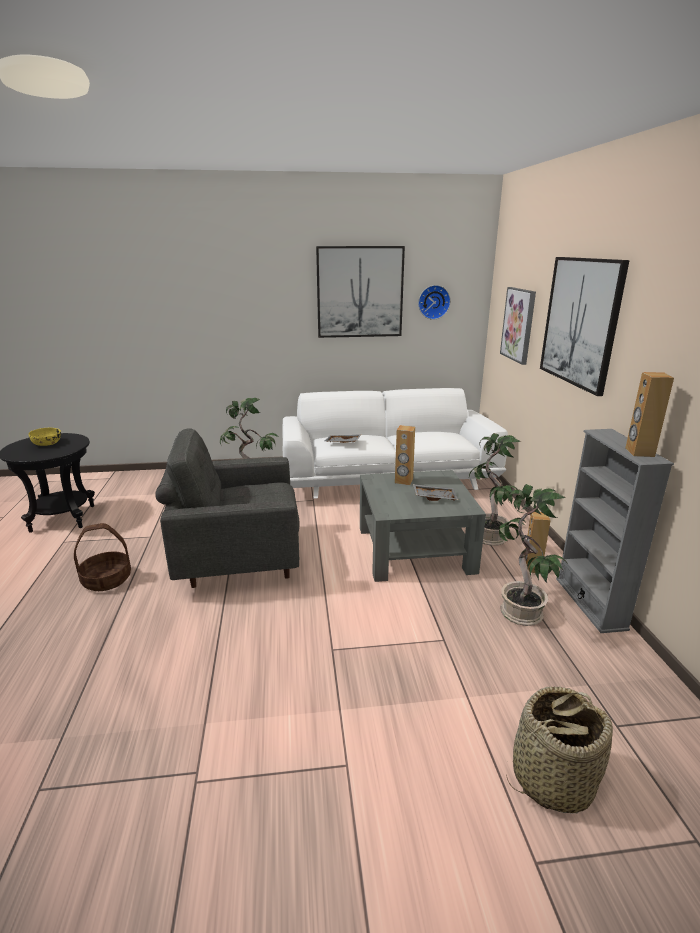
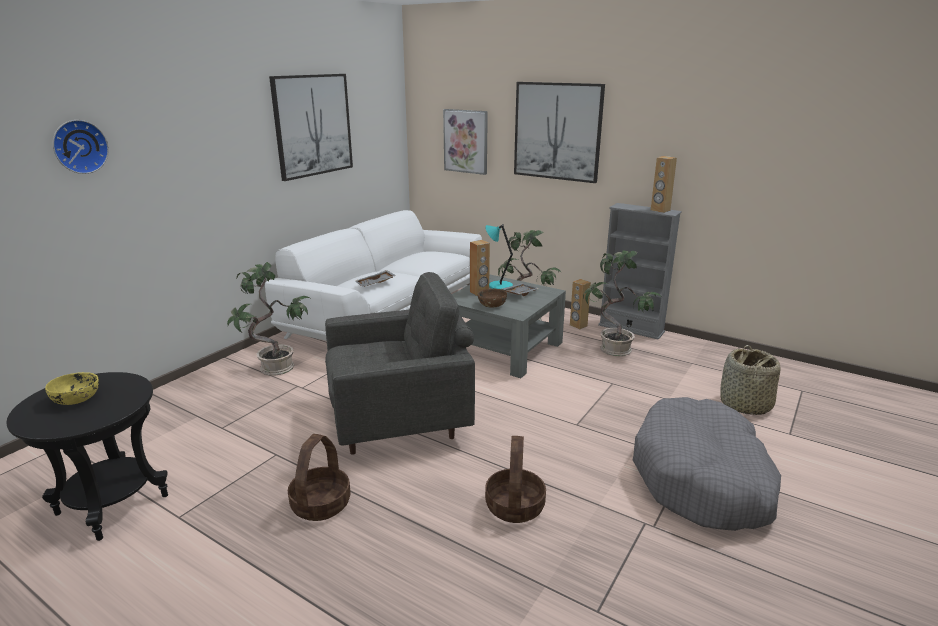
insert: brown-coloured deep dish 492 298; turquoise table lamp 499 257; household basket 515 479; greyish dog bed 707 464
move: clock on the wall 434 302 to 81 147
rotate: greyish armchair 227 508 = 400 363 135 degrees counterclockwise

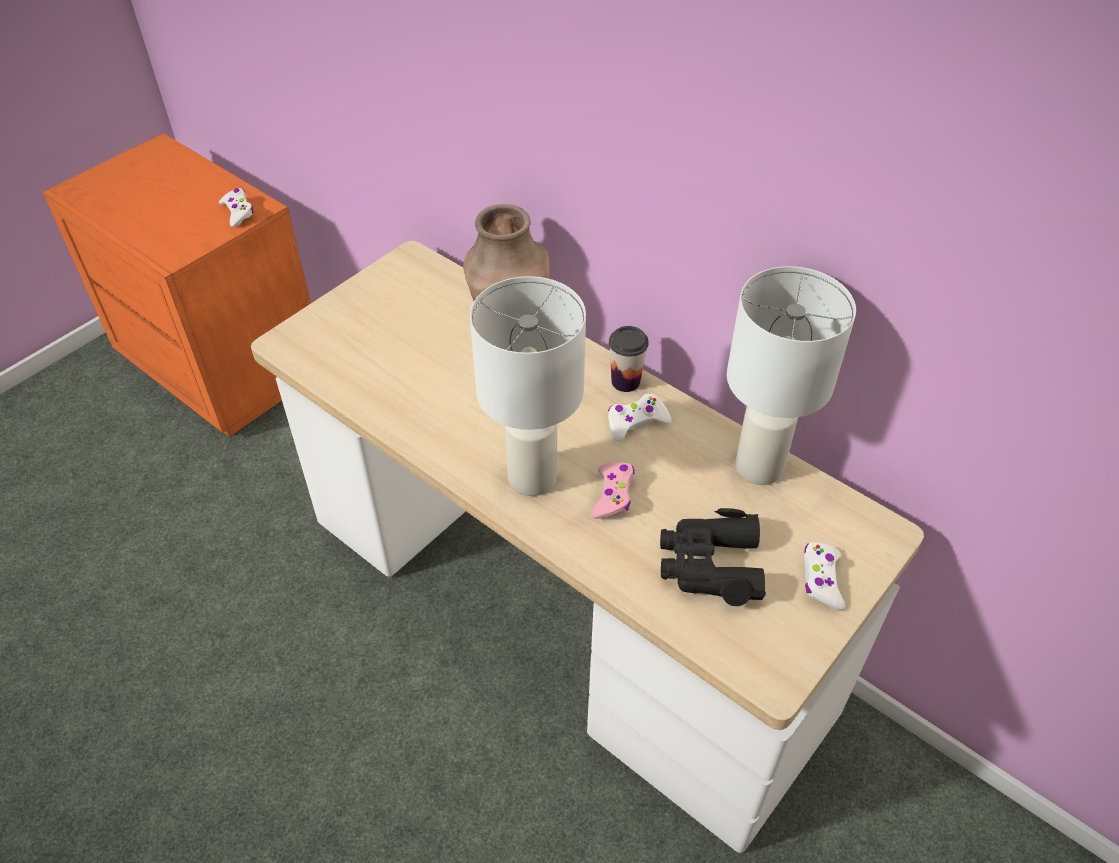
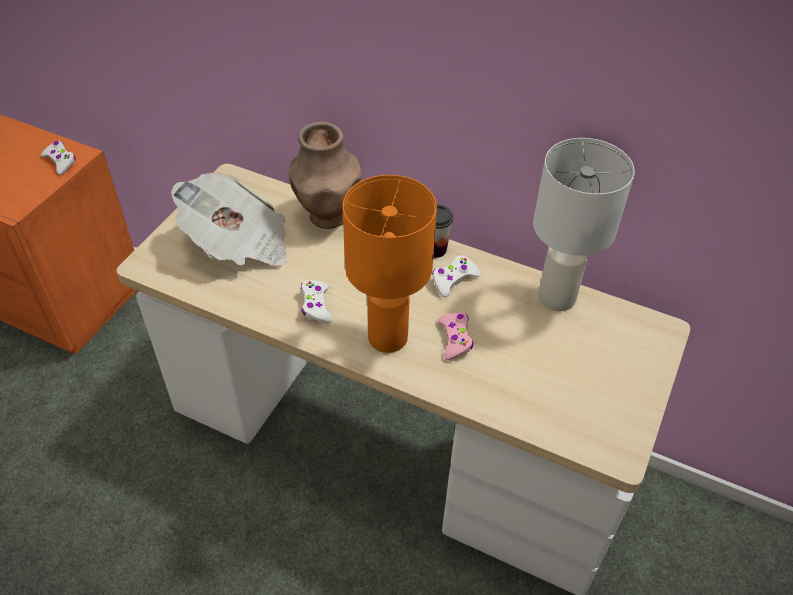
delete: blackish pair of binoculars 713 557
insert: printed paper 229 219
move: white-coloured joypad 824 576 to 316 301
recolor: white-coloured table lamp 528 386 to orangey table lamp 390 264

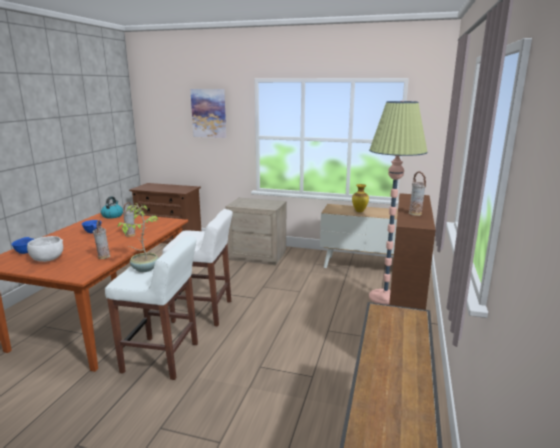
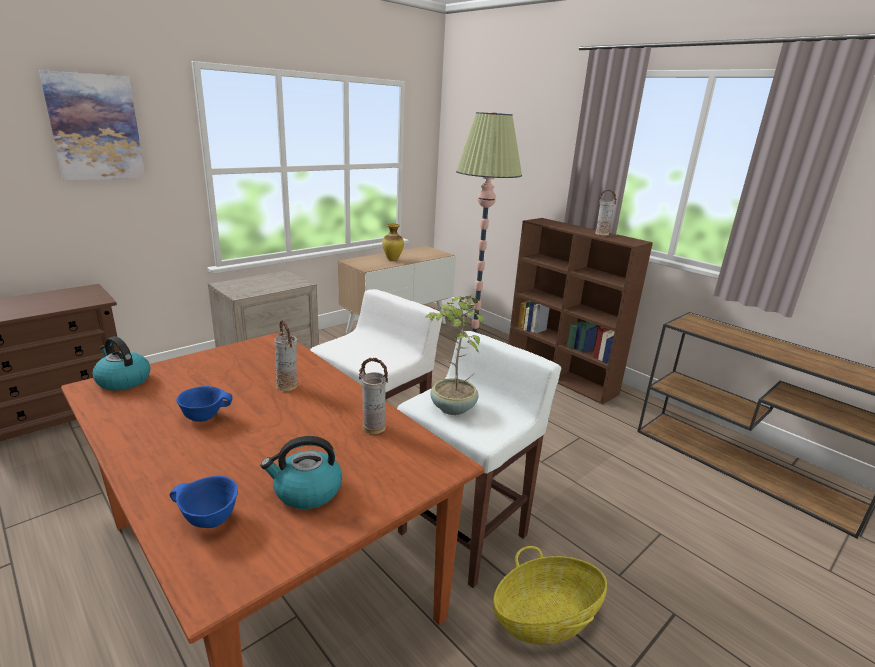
insert: household basket 550 595
replace: white-coloured deep dish 45 249 to tea kettle 301 472

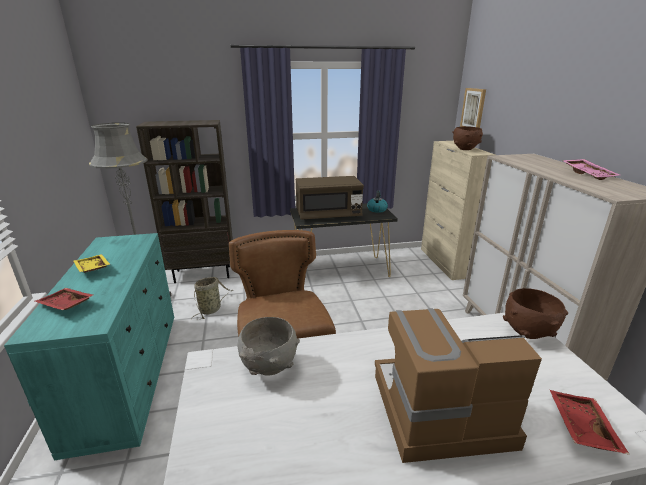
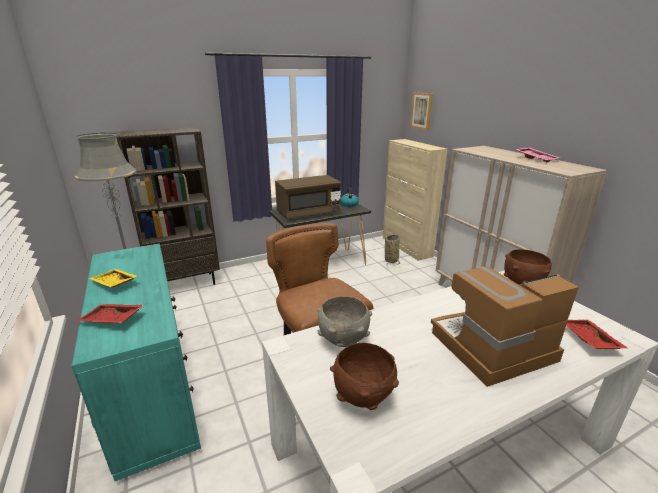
move: brown-coloured deep dish 467 138 to 364 376; household basket 212 298 to 392 250

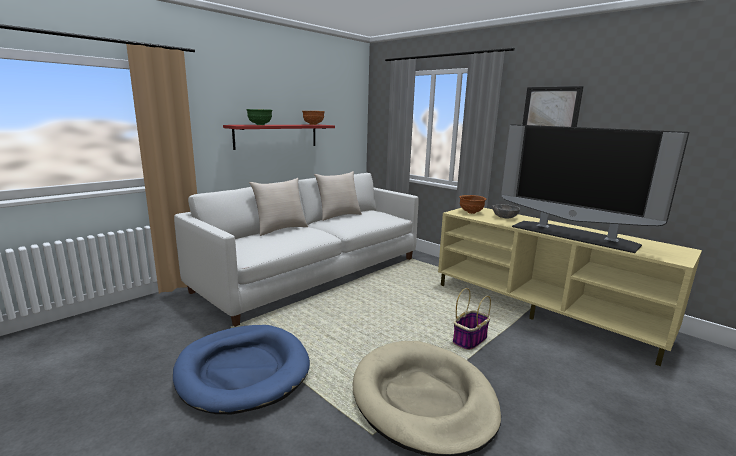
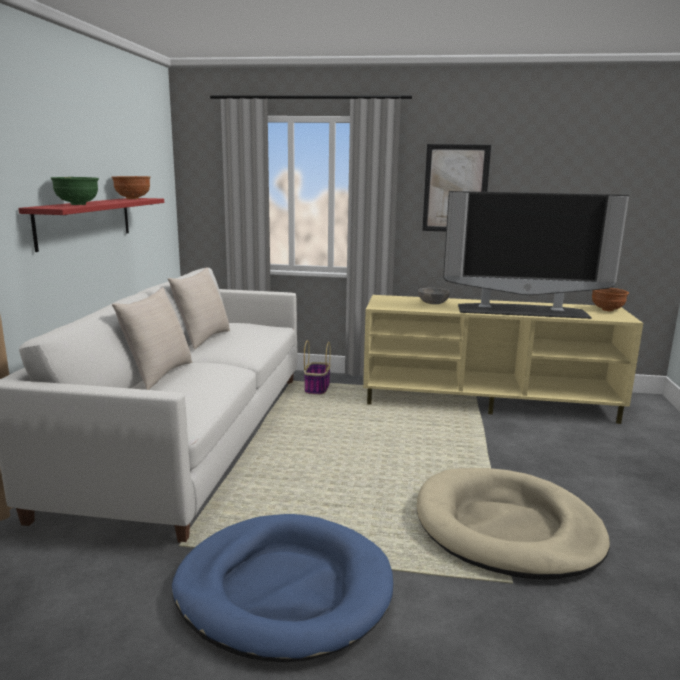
move: household basket 472 319 to 317 367; brown-coloured deep dish 472 204 to 610 299

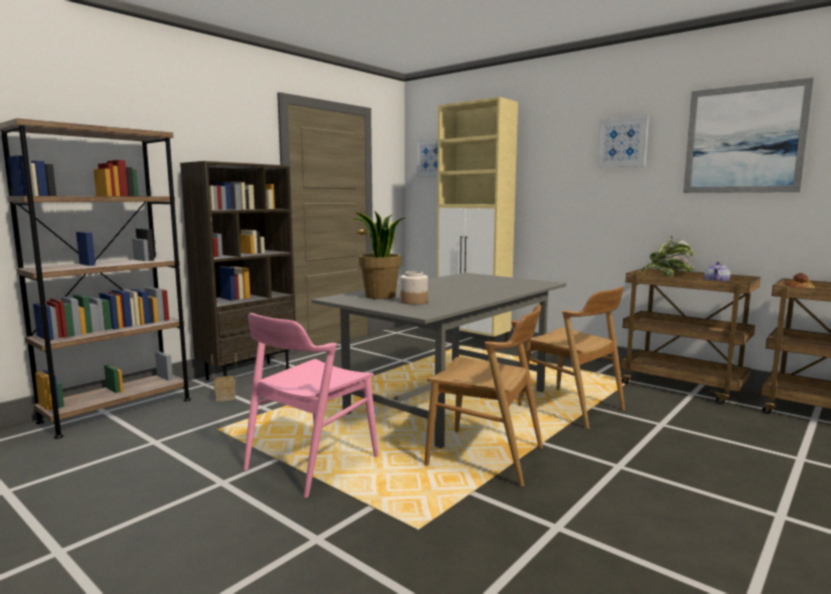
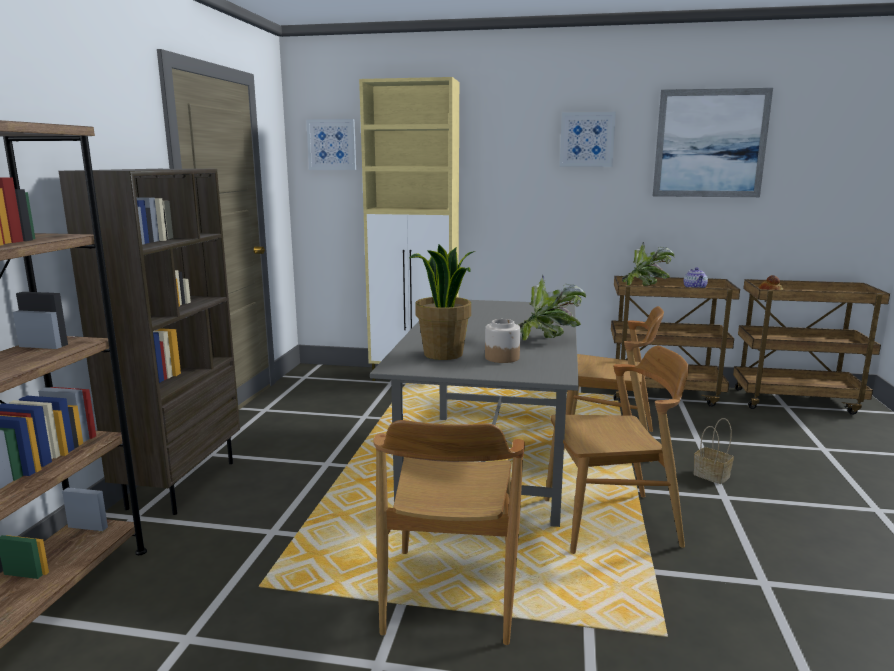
insert: plant in a pot 552 308
move: household basket 223 377 to 714 451
recolor: pink chair 311 405 to brown-coloured chair 449 532

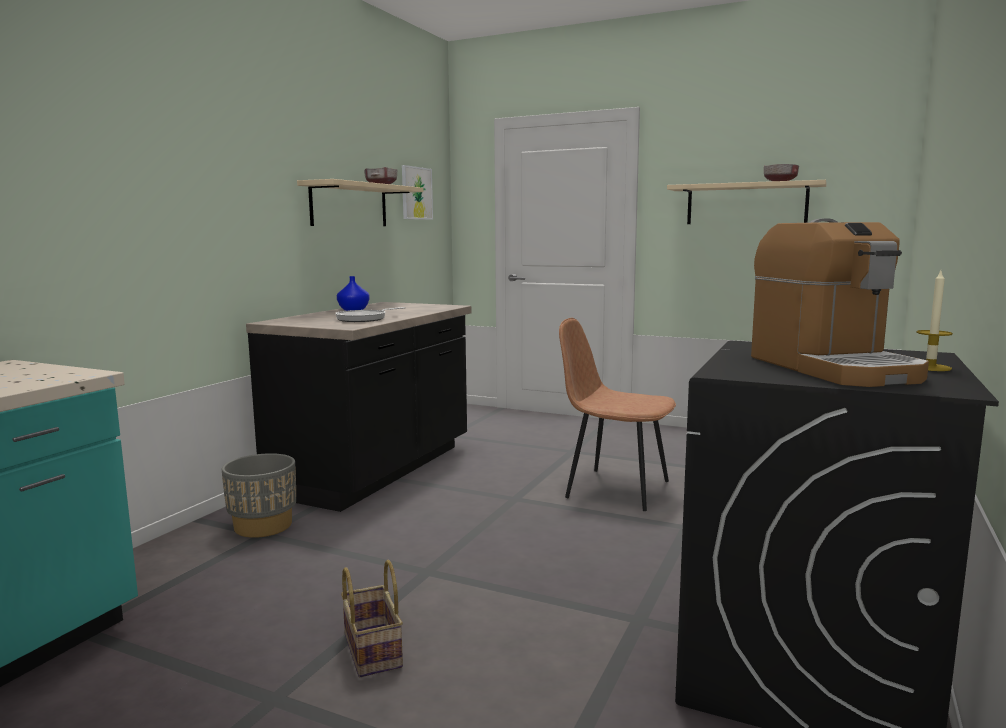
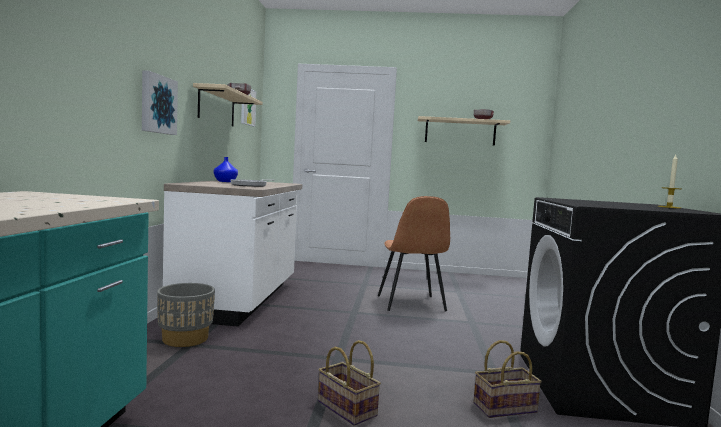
delete: coffee brewer 840 302
insert: picture 160 102; household basket 508 379
recolor: blackish counter 359 407 to white-coloured counter 232 253
rotate: brown-coloured chair 617 414 = 414 254 105 degrees counterclockwise

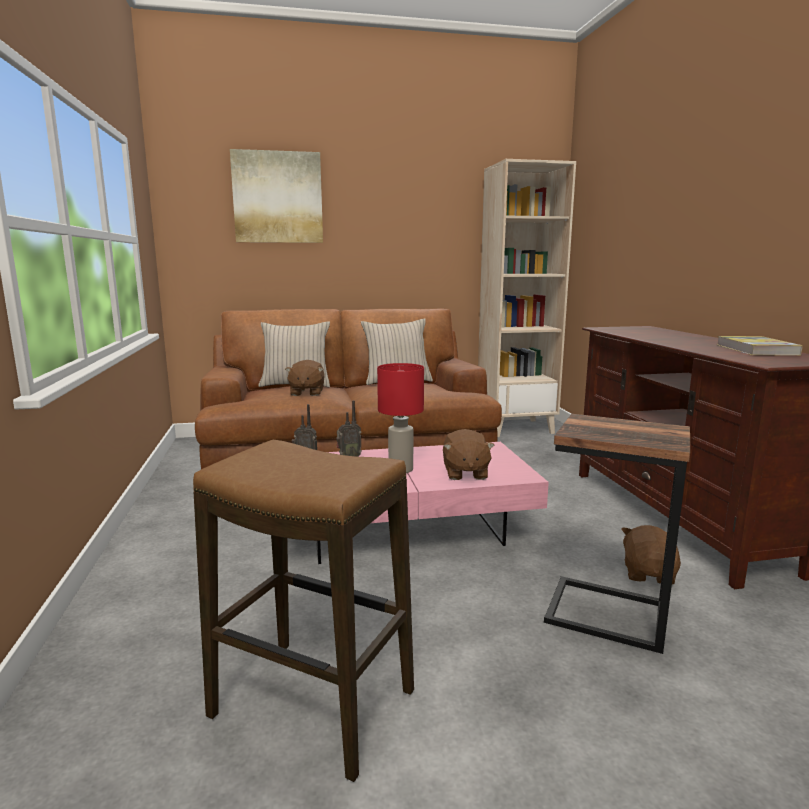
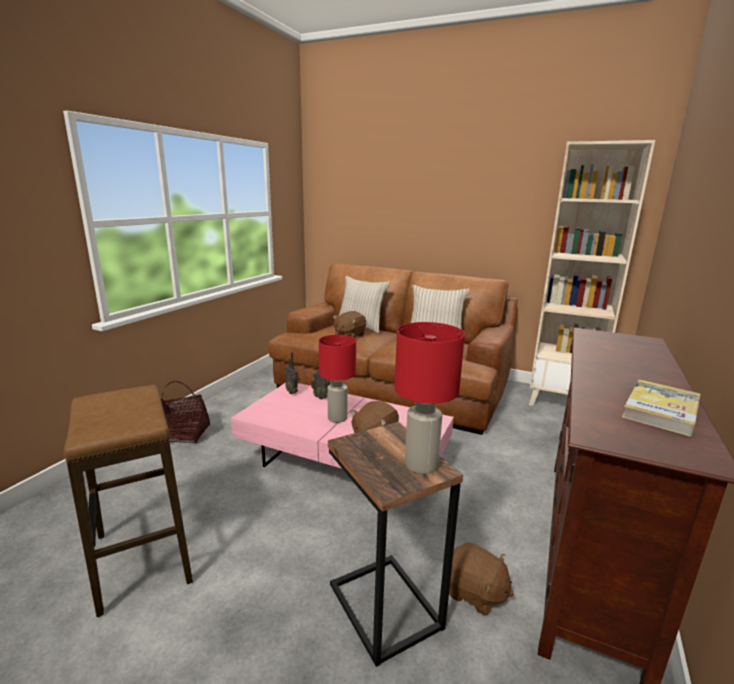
delete: picture 276 196
insert: household basket 185 412; red-coloured table lamp 429 398
rotate: brown-coloured soft toy 651 555 = 481 579 75 degrees clockwise

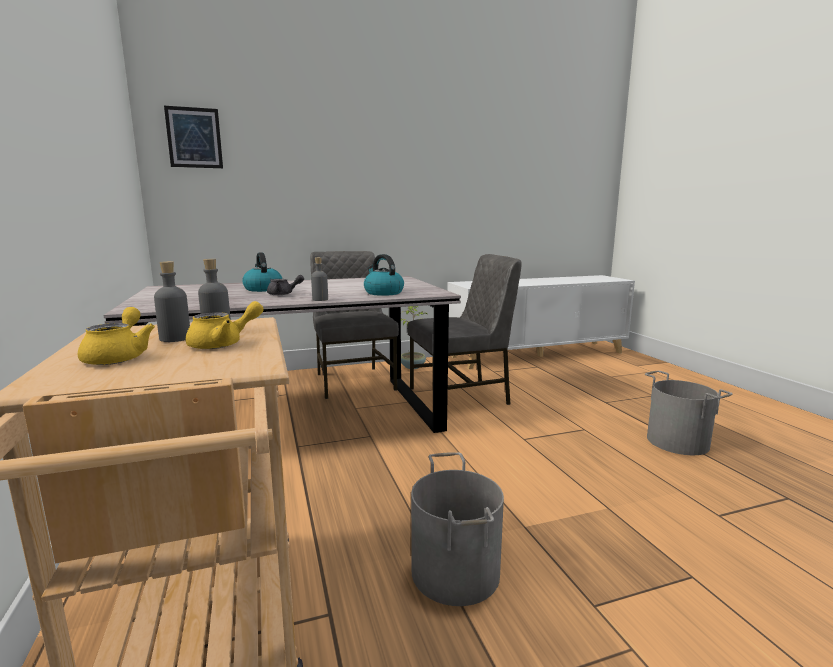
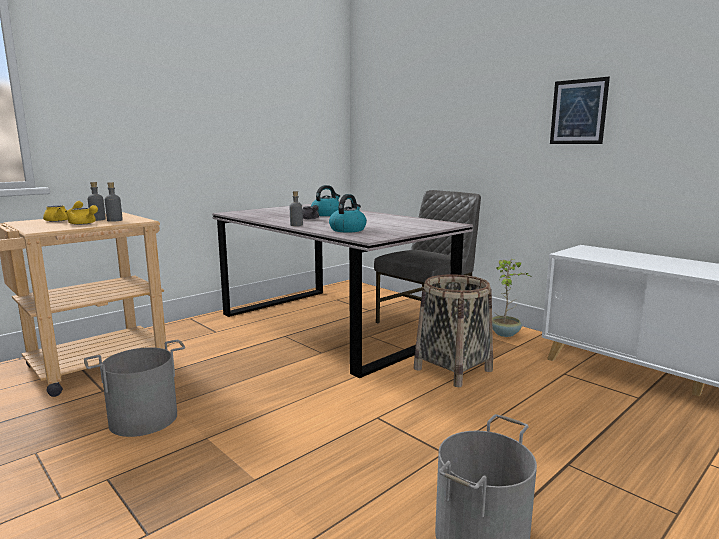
move: picture 193 137 to 580 110
replace: greyish chair 464 329 to household basket 453 330

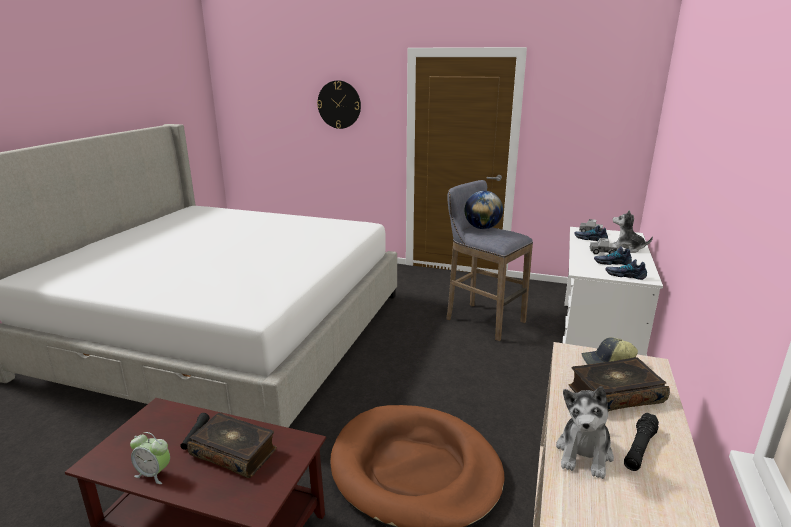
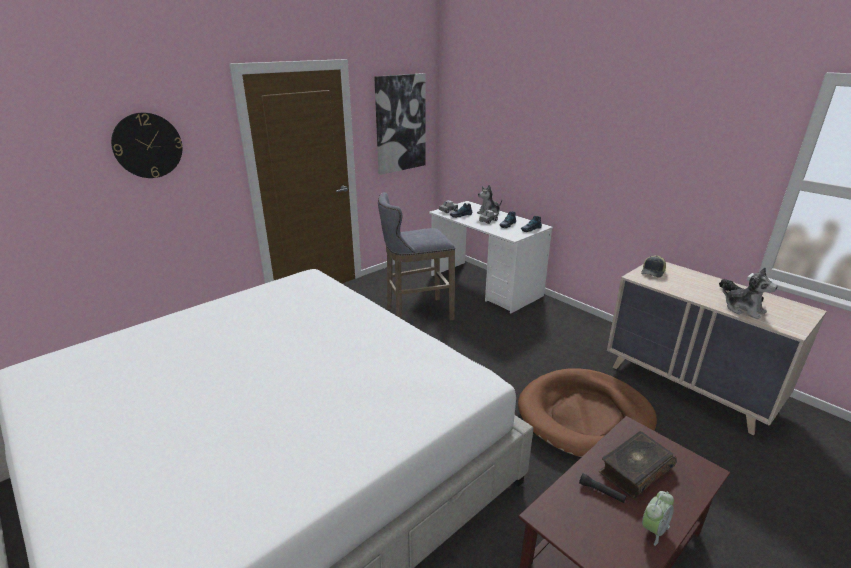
delete: world globe 483 210; bound book 619 384
insert: picture 400 124

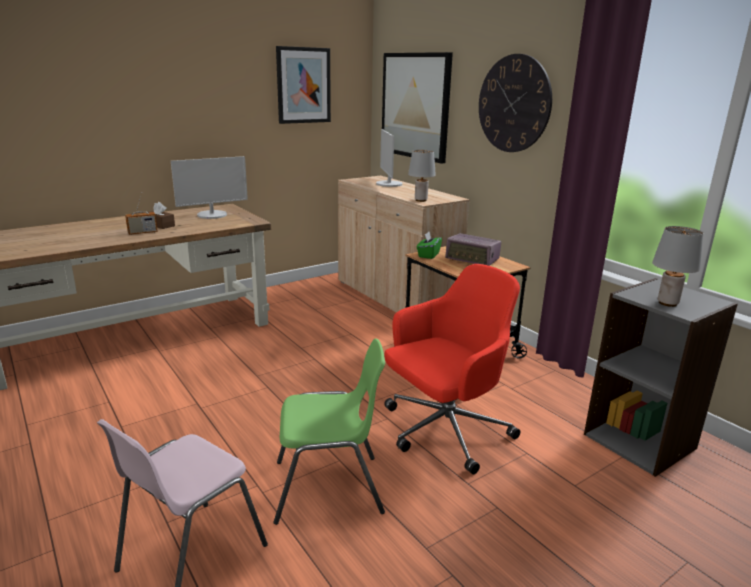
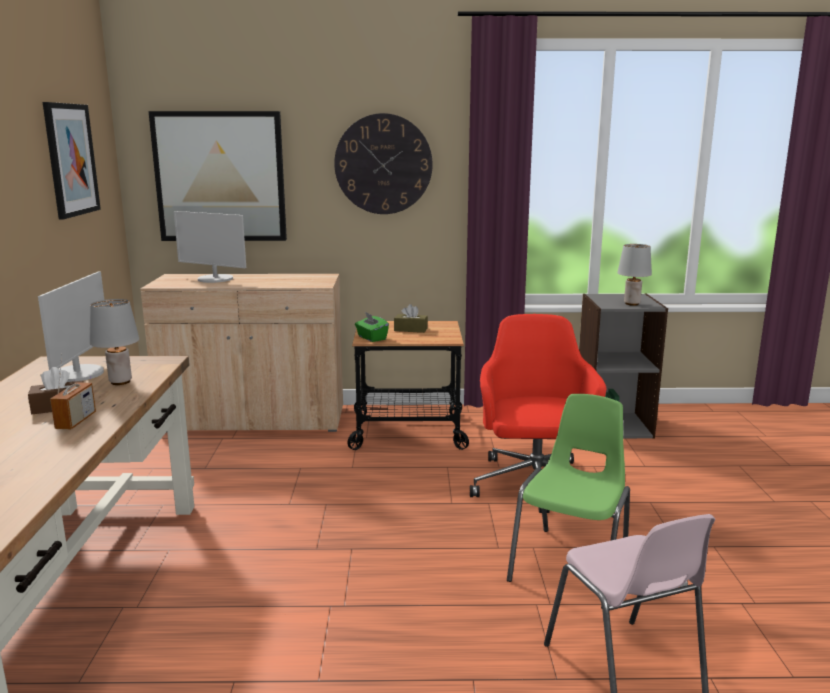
move: greyish table lamp 422 176 to 114 342
replace: radio 473 249 to brown-coloured box of tissues 411 318

